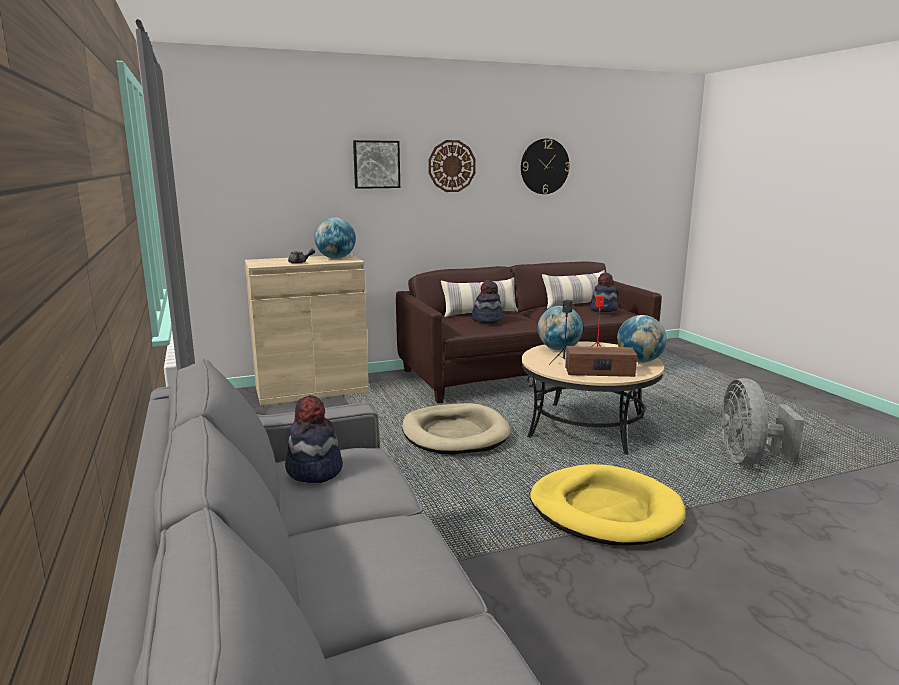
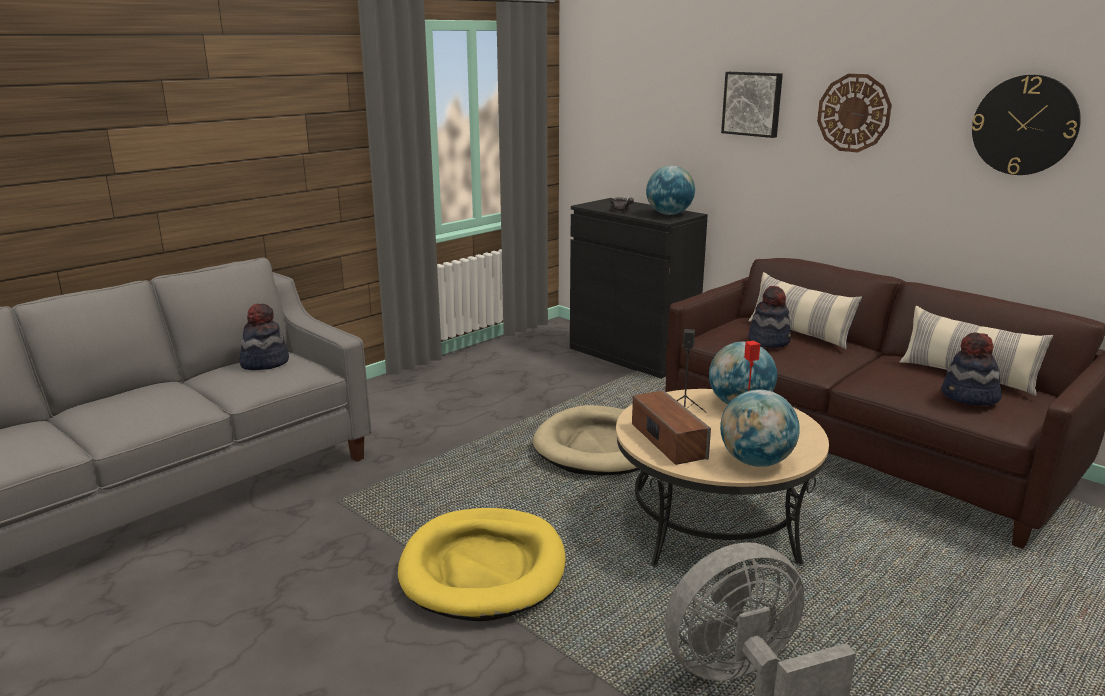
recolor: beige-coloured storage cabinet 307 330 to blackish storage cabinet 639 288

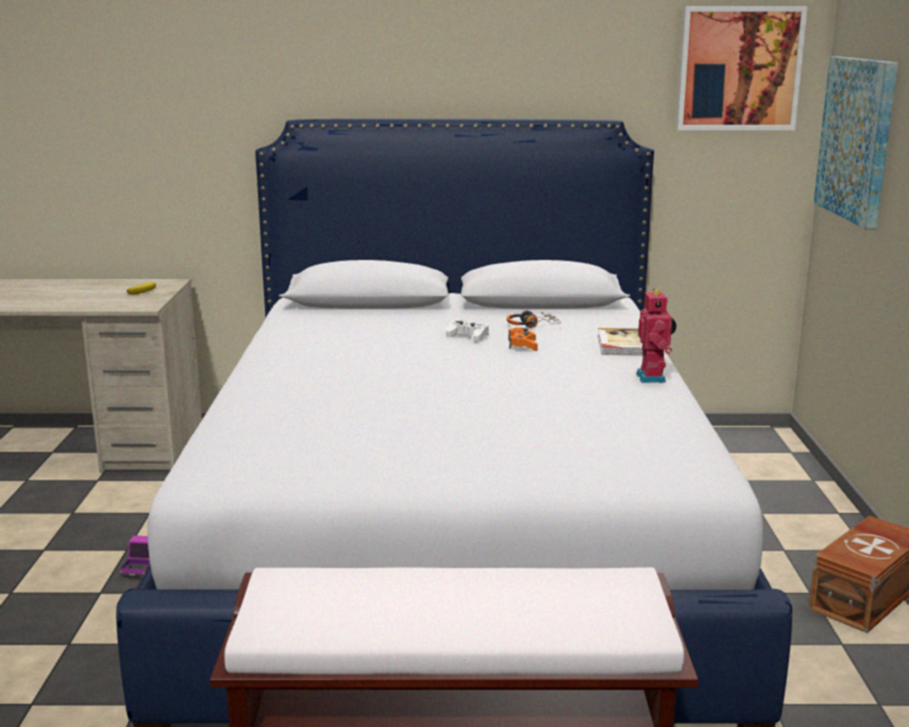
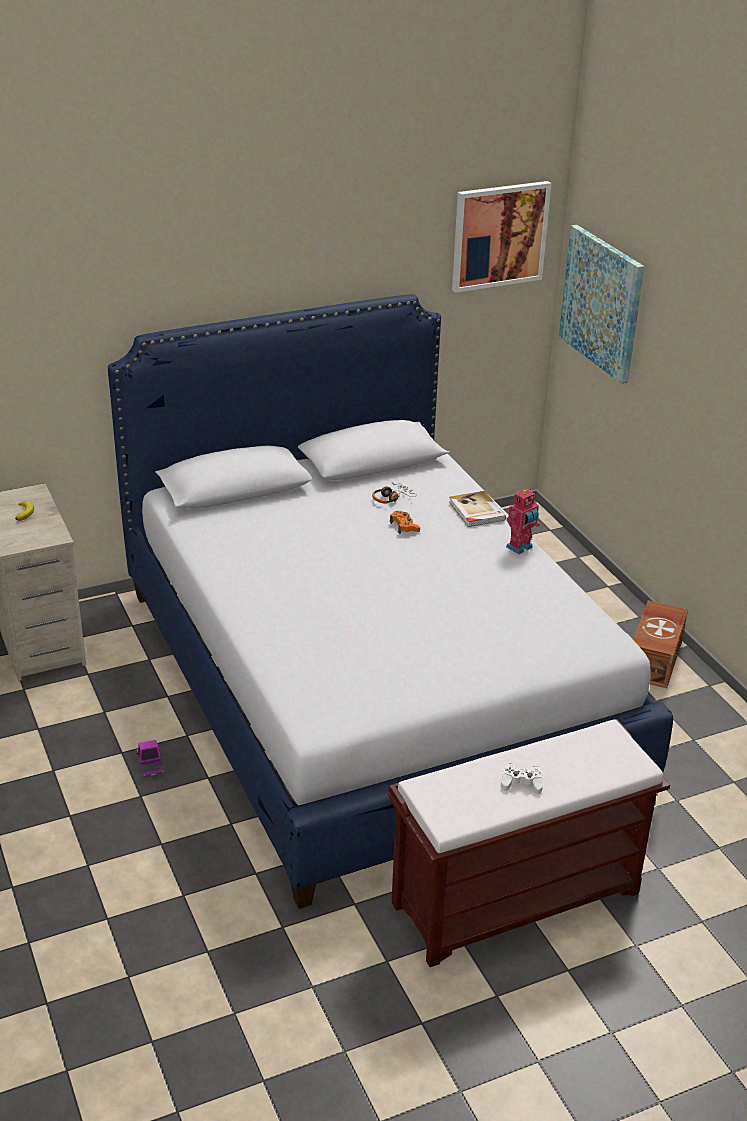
move: white-coloured joypad 467 331 to 522 779
rotate: robot figure 656 335 = 523 521 75 degrees clockwise

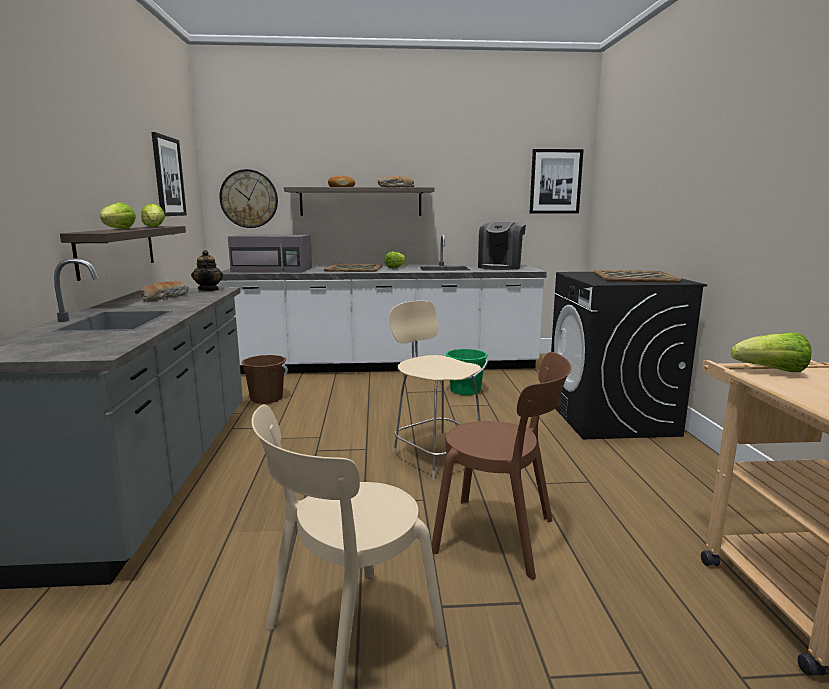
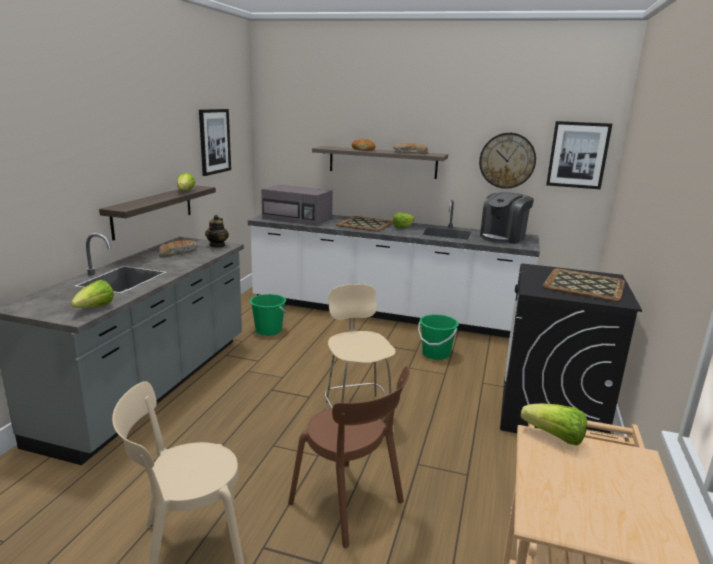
move: lettuce 118 215 to 92 294; clock on the wall 248 198 to 507 161
recolor: brown-coloured pail 264 379 to greenish pail 268 315

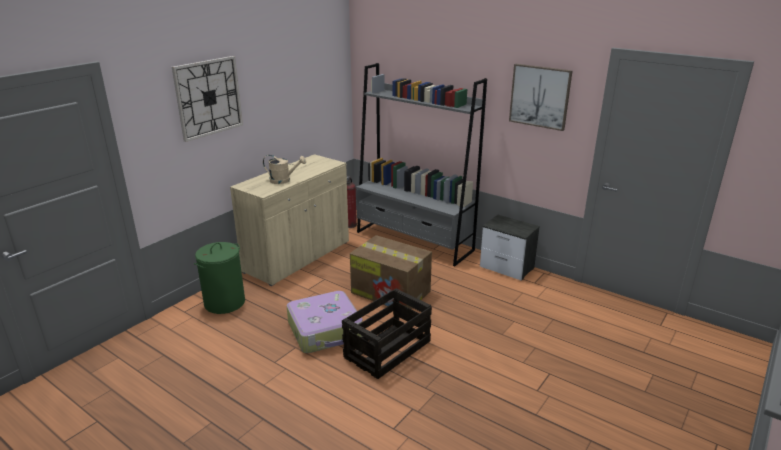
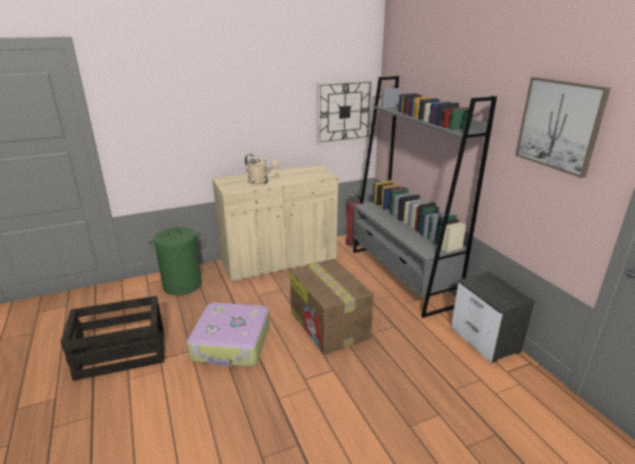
move: shipping crate 387 333 to 112 338; clock on the wall 207 99 to 345 112

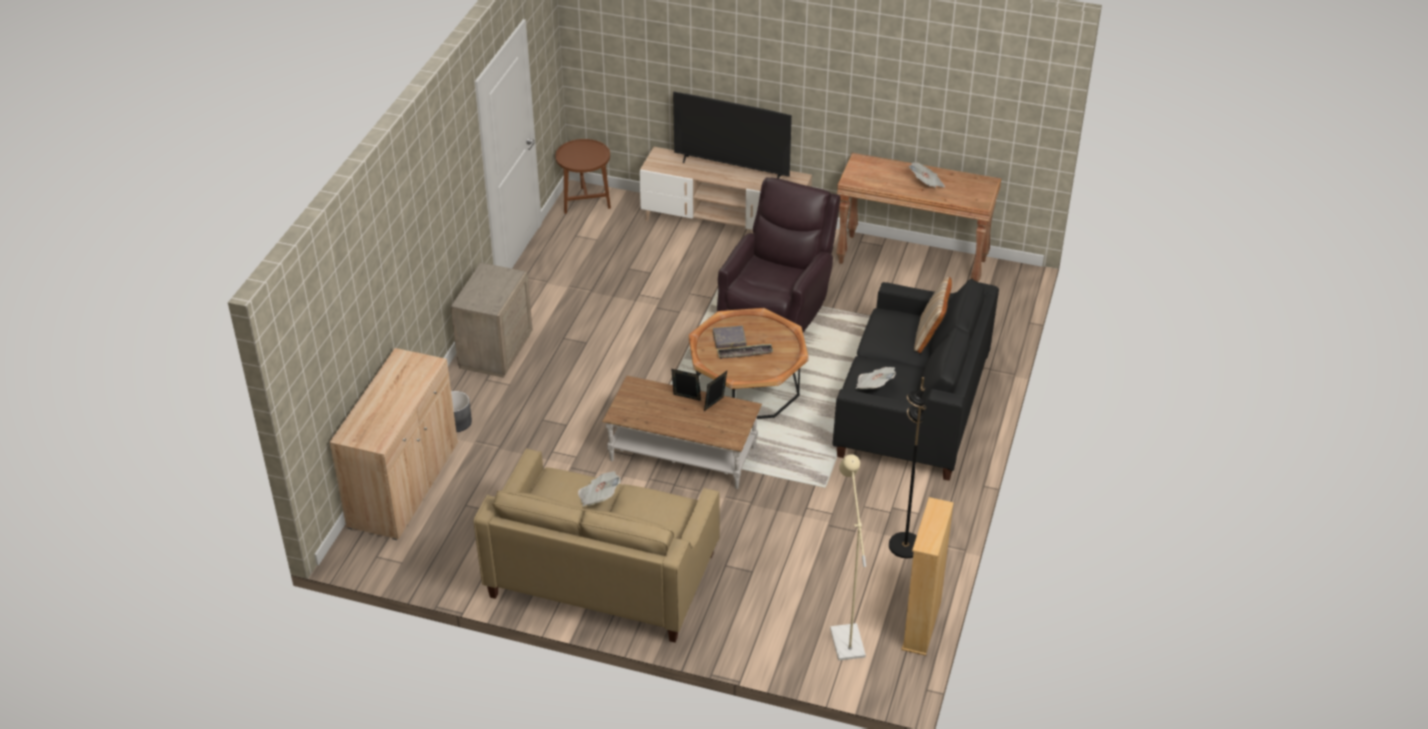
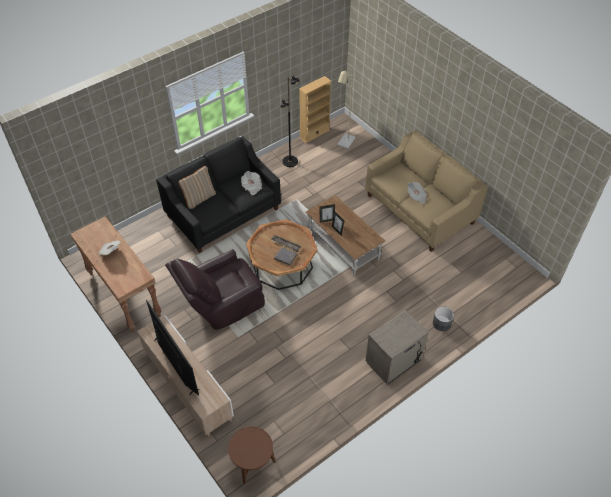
delete: beige-coloured storage cabinet 393 444

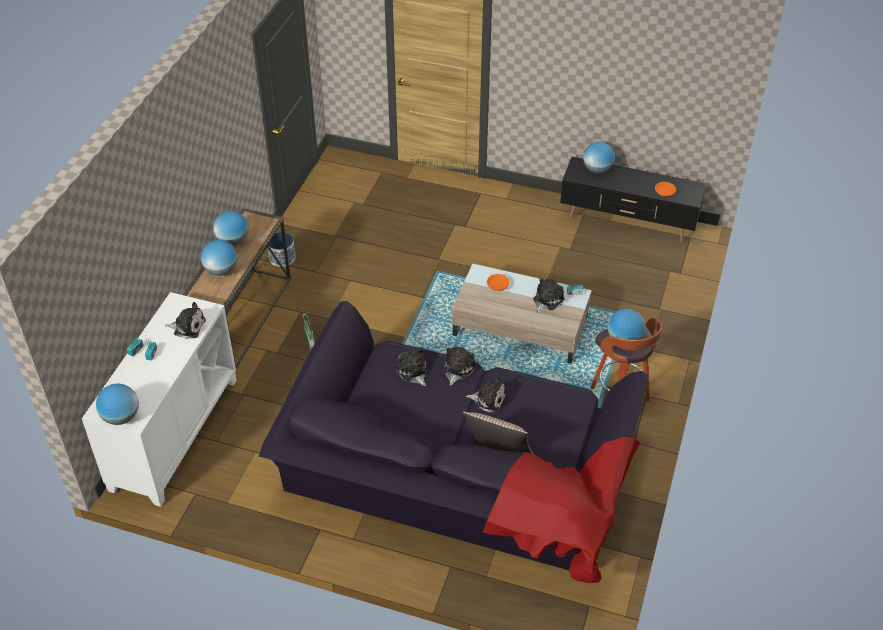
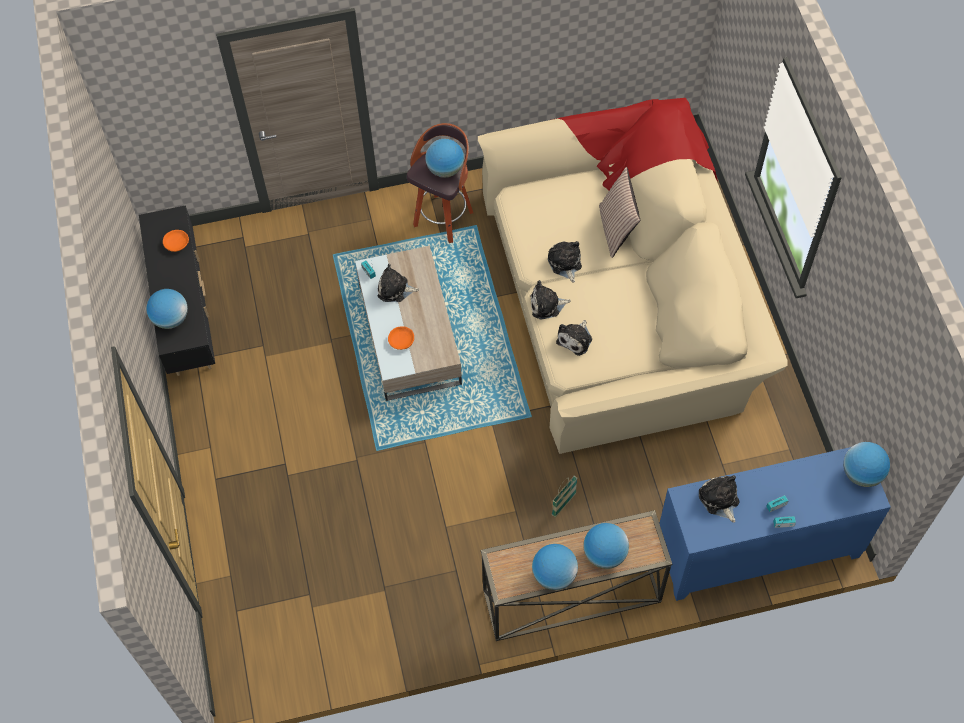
delete: planter 282 249
recolor: blackish couch 453 442 to beige-coloured couch 633 276; white-coloured storage cabinet 159 399 to bluish storage cabinet 775 524

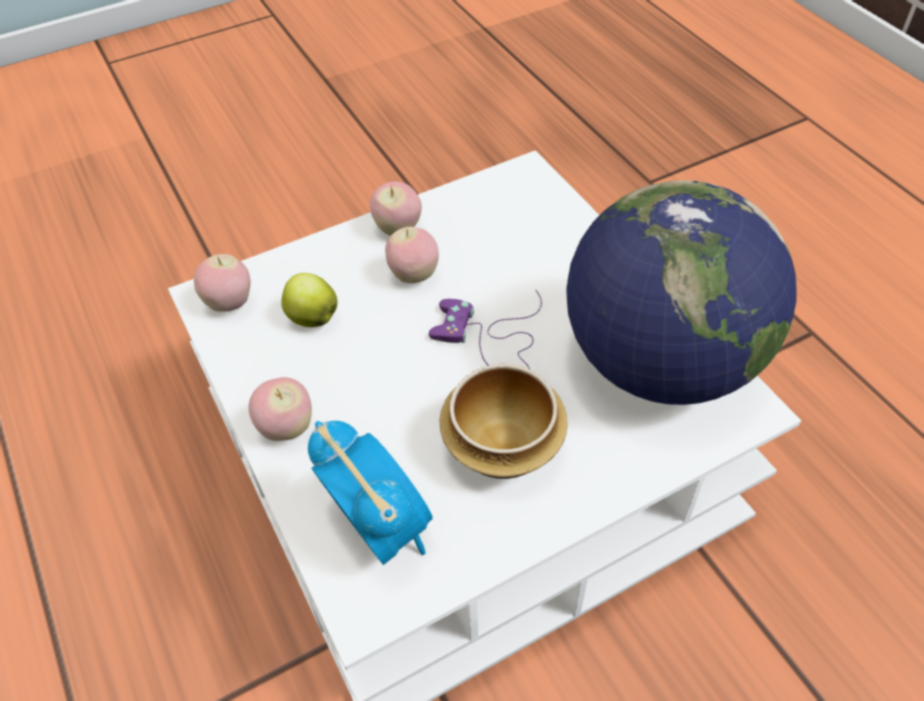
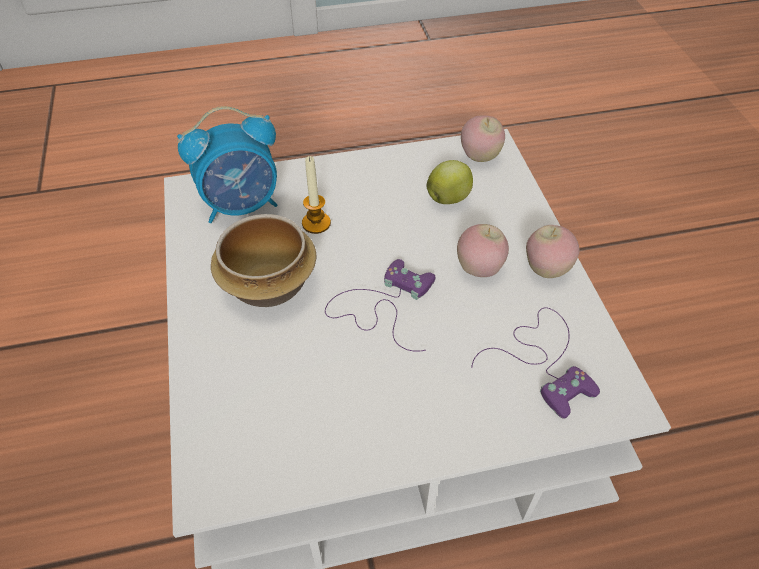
delete: apple 280 409; world globe 681 292
insert: wax candle 316 195; purple-coloured joypad 535 363

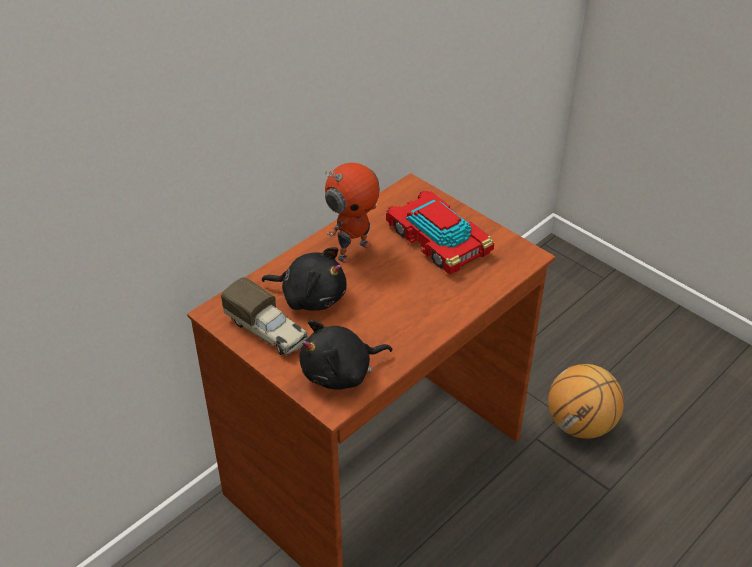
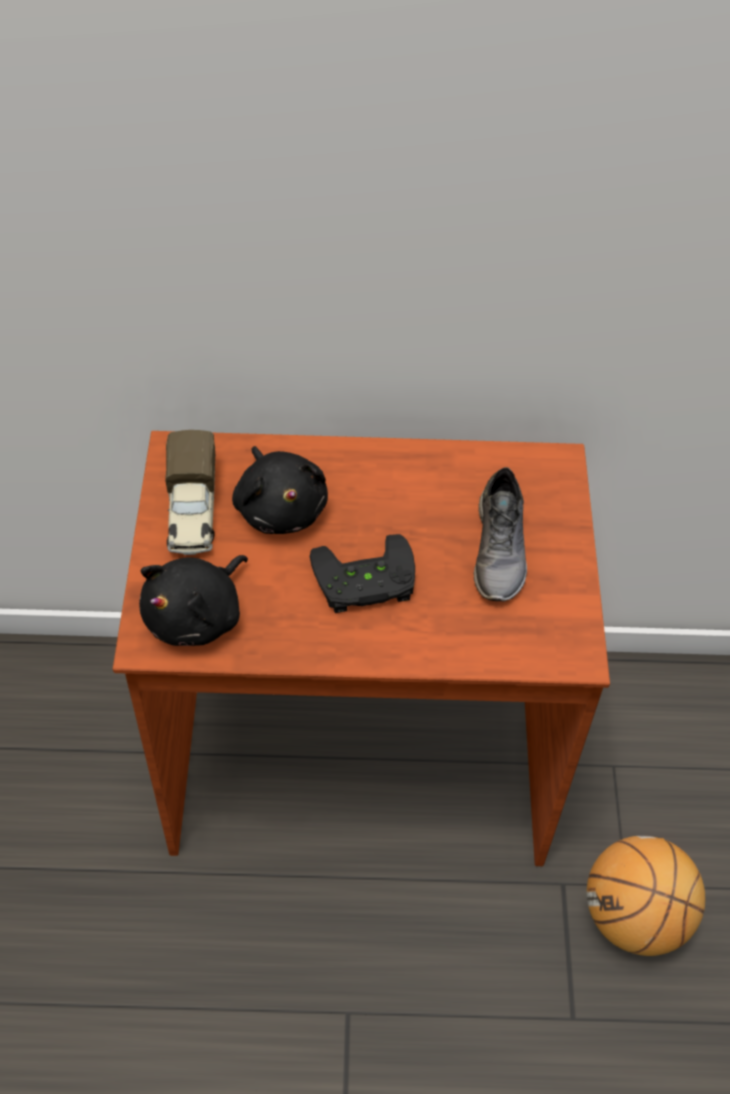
delete: robot figure 352 213
insert: blackish joypad 362 573
replace: model car 440 232 to greyish low shoe 500 534
rotate: blackish soft toy 346 355 = 193 600 75 degrees counterclockwise

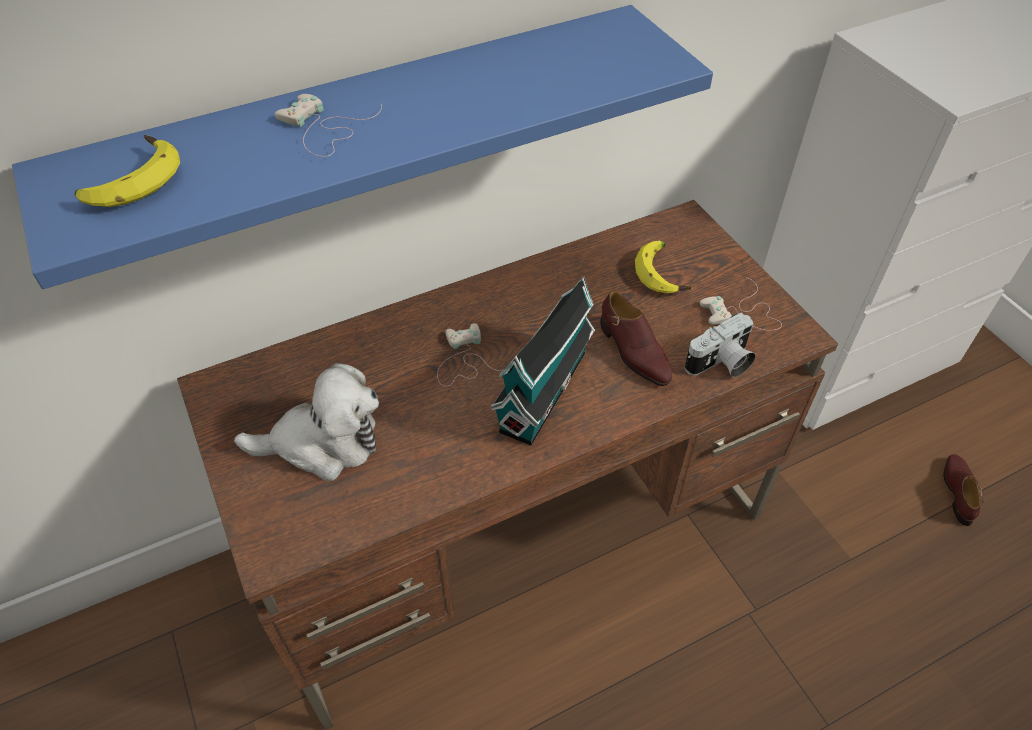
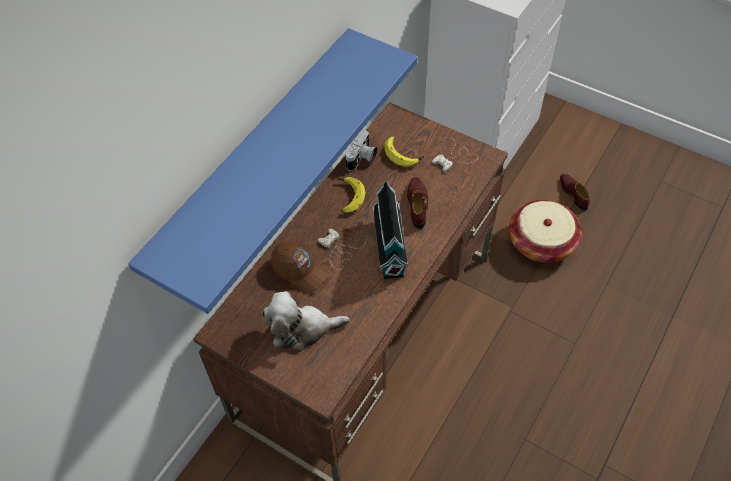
delete: white-coloured joypad 328 125
insert: brown-coloured cap 300 267; household basket 545 231
move: banana 127 171 to 351 195; still camera 720 345 to 361 150
rotate: soft toy 306 422 = 306 321 150 degrees counterclockwise; brown-coloured low shoe 636 338 = 417 203 120 degrees counterclockwise

